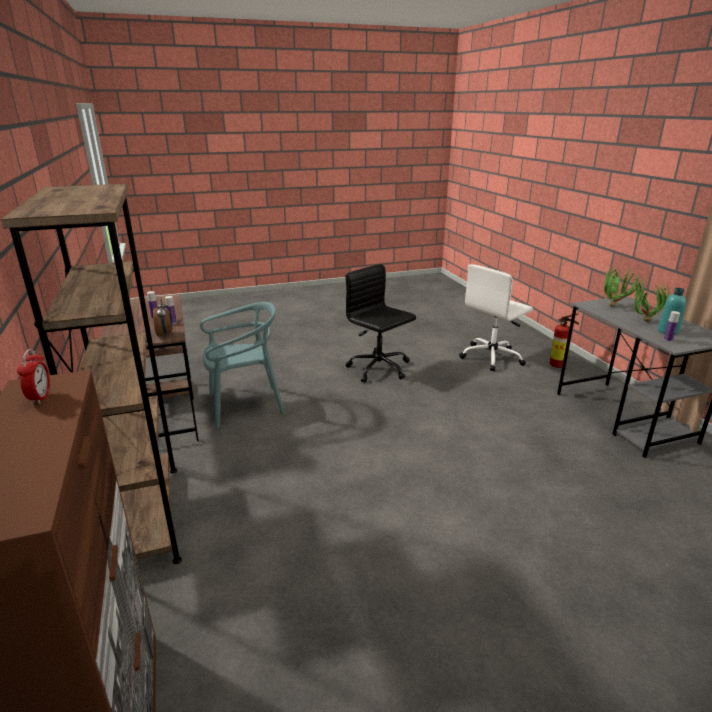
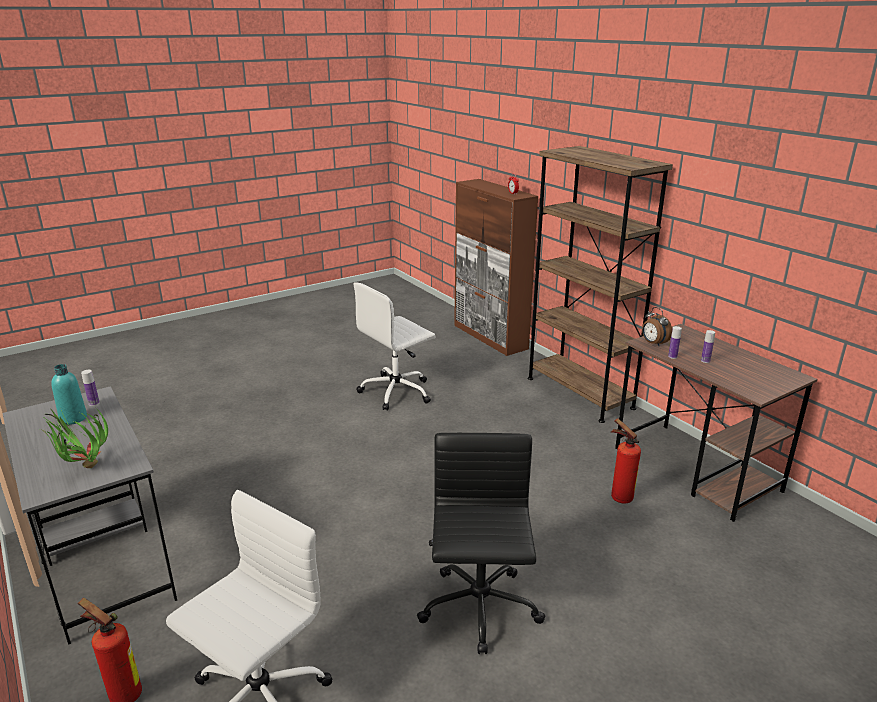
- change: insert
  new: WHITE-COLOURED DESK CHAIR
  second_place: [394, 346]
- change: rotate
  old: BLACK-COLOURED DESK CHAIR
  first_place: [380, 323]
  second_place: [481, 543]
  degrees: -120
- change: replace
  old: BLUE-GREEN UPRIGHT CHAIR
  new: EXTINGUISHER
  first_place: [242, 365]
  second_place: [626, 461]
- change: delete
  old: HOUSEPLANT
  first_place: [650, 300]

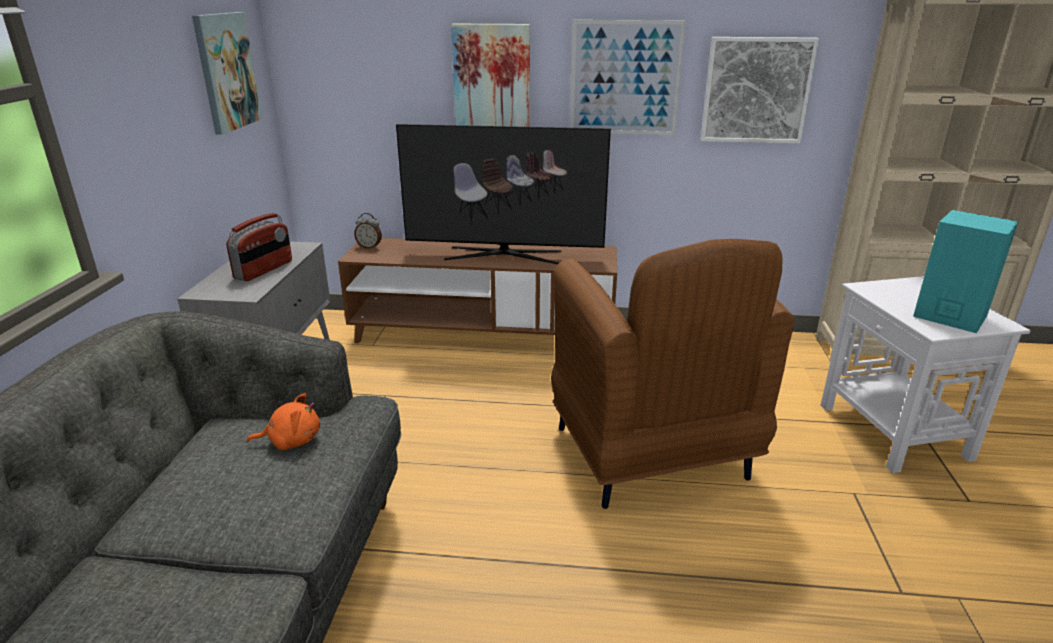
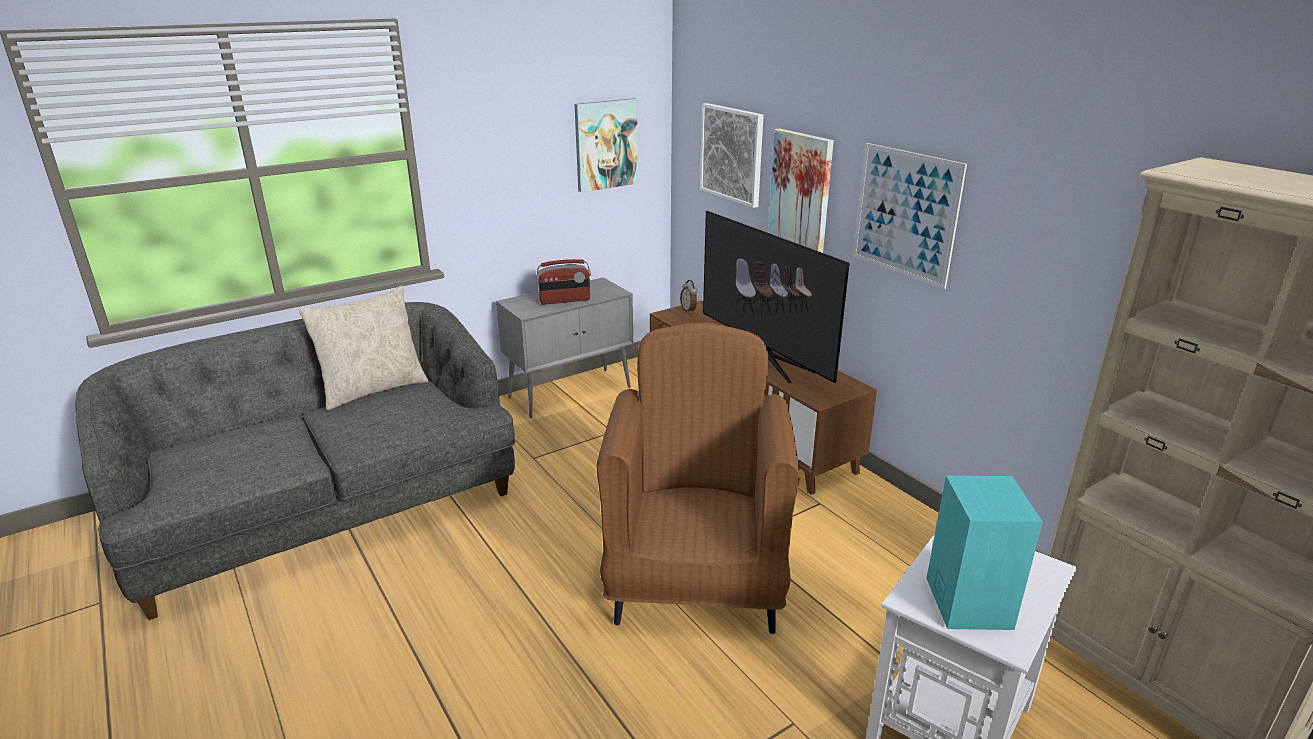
- change: insert
  new: BEIGE-COLOURED CUSHION
  second_place: [363, 348]
- change: rotate
  old: BROWNISH ARMCHAIR
  first_place: [672, 374]
  second_place: [698, 478]
  degrees: 150
- change: move
  old: PICTURE
  first_place: [759, 90]
  second_place: [732, 155]
- change: delete
  old: ORANGE-COLOURED SOFT TOY
  first_place: [283, 421]

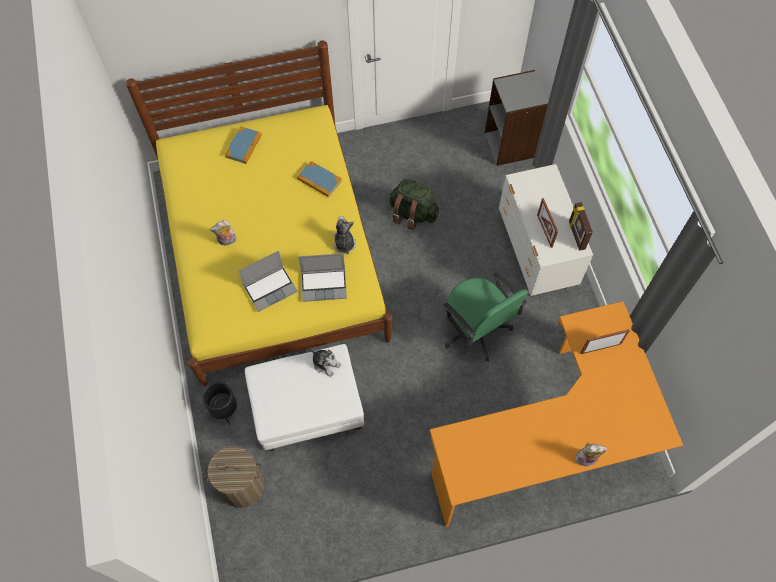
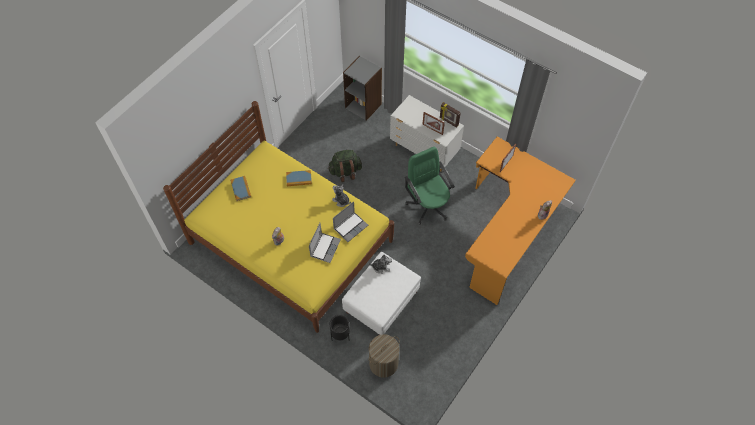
- change: rotate
  old: GREEN DESK CHAIR
  first_place: [485, 317]
  second_place: [430, 186]
  degrees: -135

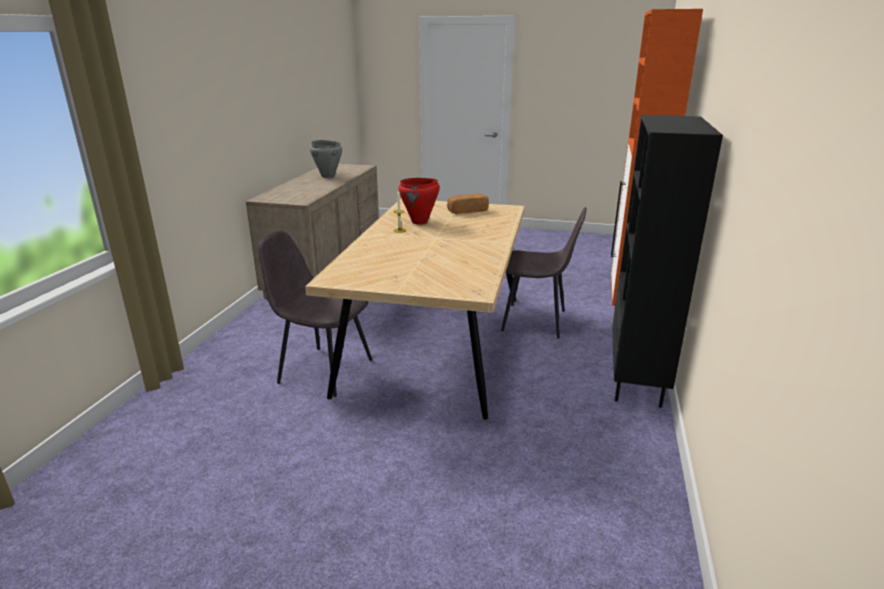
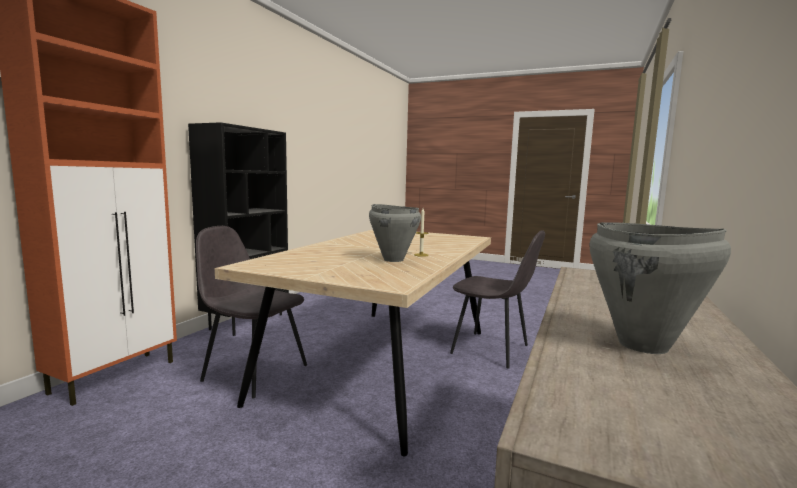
- change: recolor
  old: REDDISH COOKING POT
  new: GREYISH COOKING POT
  first_place: [419, 201]
  second_place: [395, 233]
- change: delete
  old: BAKERY BREAD
  first_place: [468, 204]

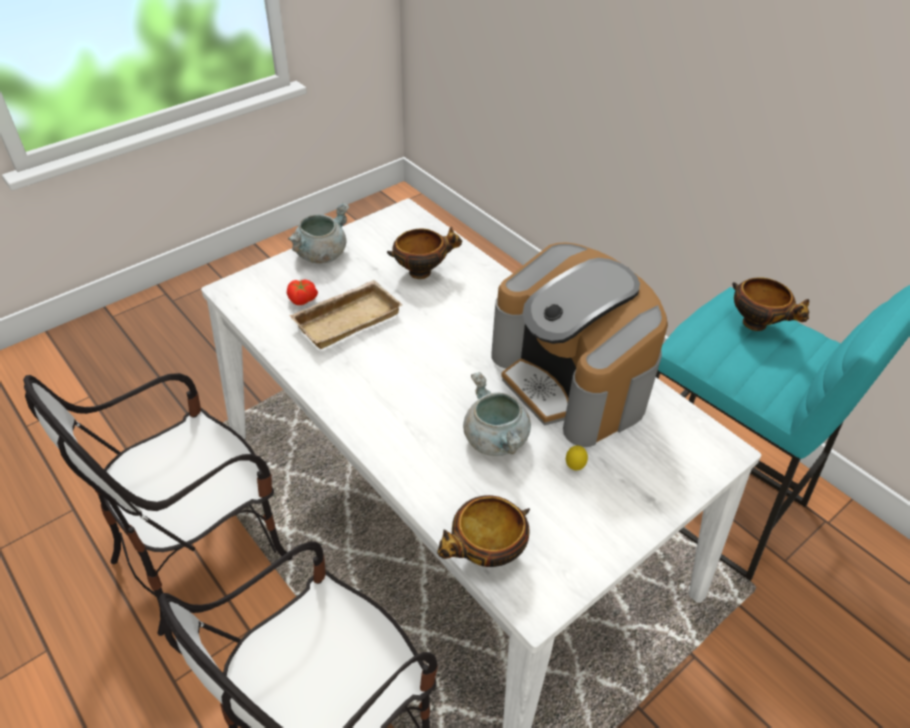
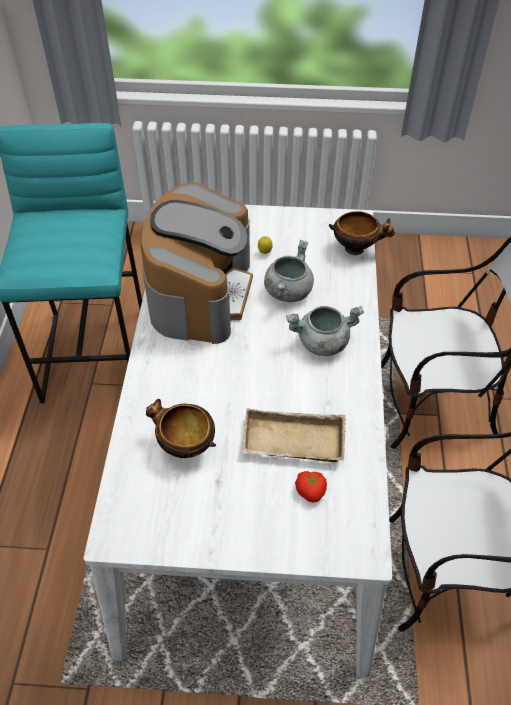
- change: move
  old: GREYISH COOKING POT
  first_place: [318, 233]
  second_place: [325, 331]
- change: delete
  old: BOWL
  first_place: [770, 304]

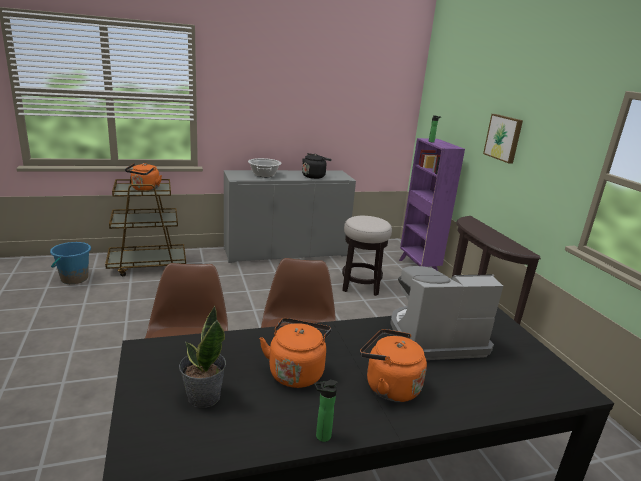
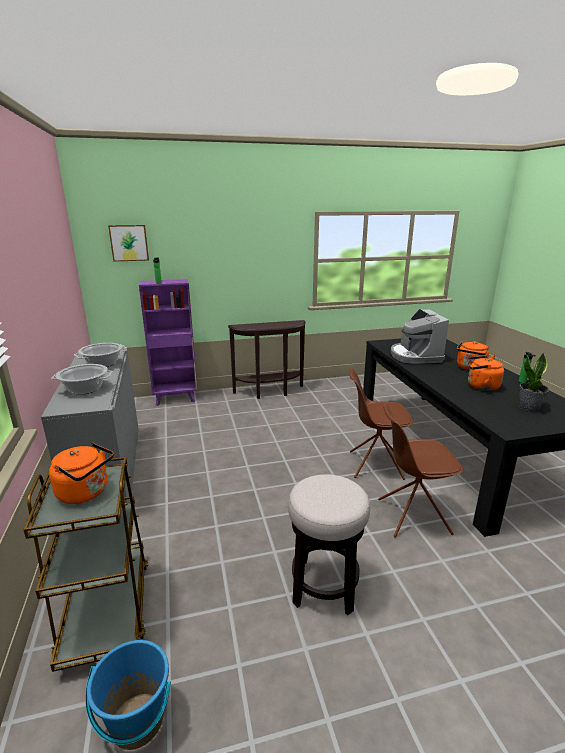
- change: replace
  old: BLACK-COLOURED KETTLE
  new: COOKING POT
  first_place: [317, 166]
  second_place: [100, 355]
- change: move
  old: PICTURE
  first_place: [503, 138]
  second_place: [128, 243]
- change: move
  old: SITTING STOOL
  first_place: [367, 256]
  second_place: [329, 544]

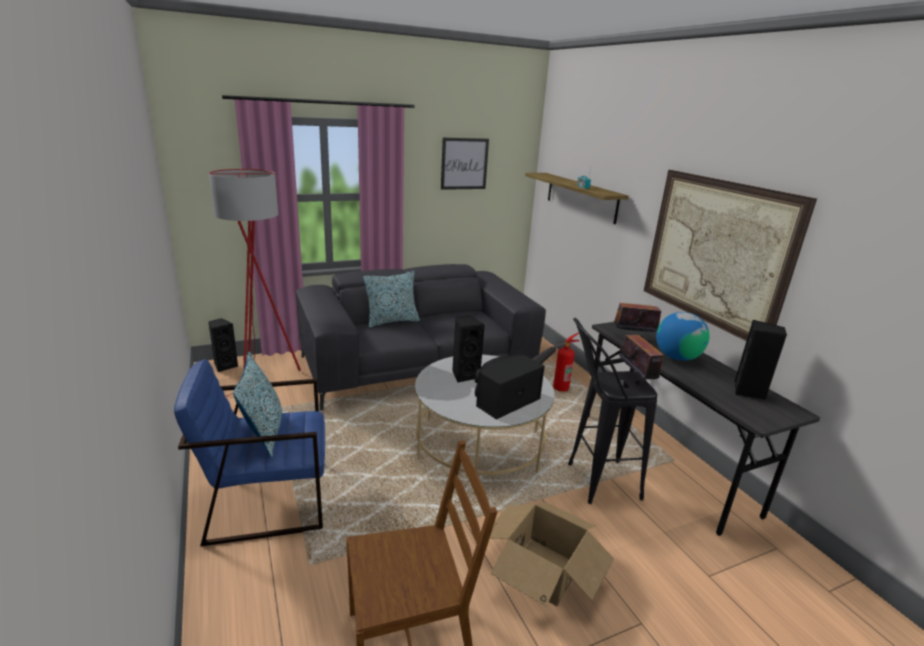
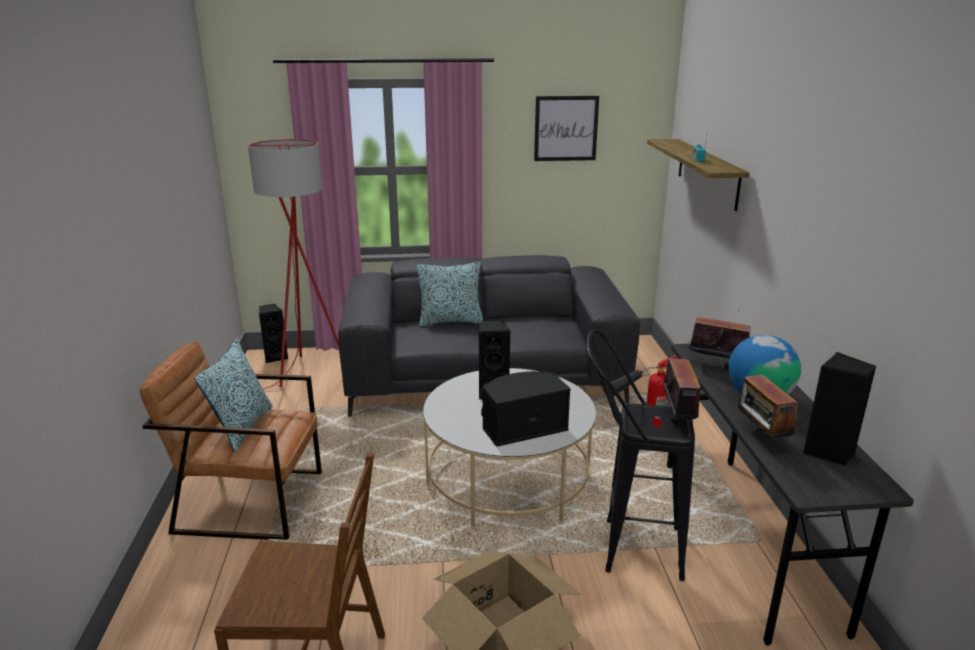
- change: recolor
  old: BLUE-COLOURED ARMCHAIR
  new: BROWNISH ARMCHAIR
  first_place: [249, 452]
  second_place: [231, 441]
- change: insert
  new: RADIO SET
  second_place: [768, 403]
- change: delete
  old: PICTURE
  first_place: [730, 255]

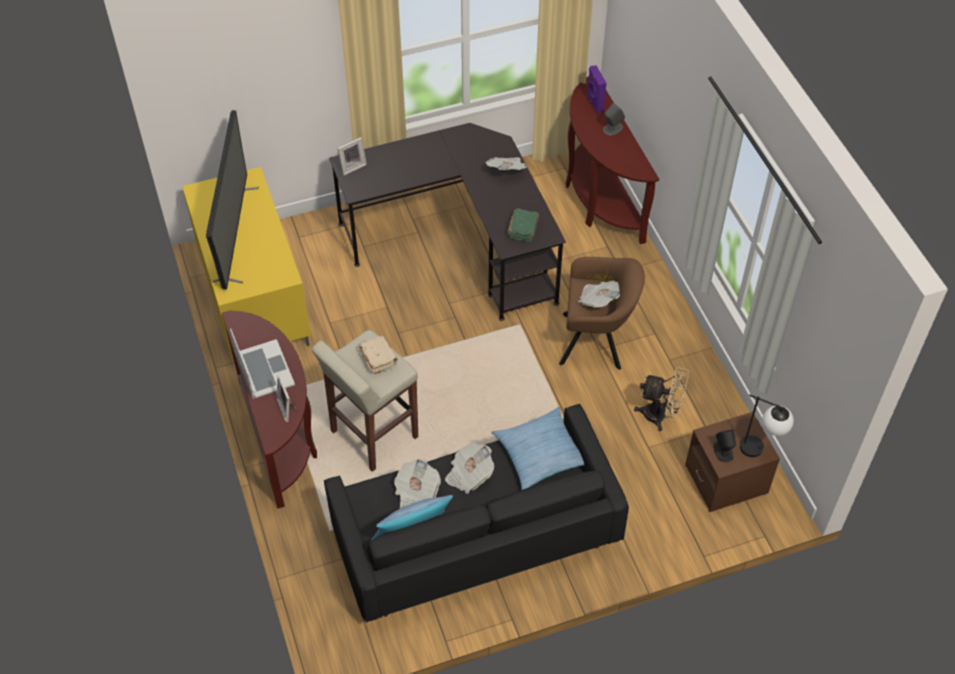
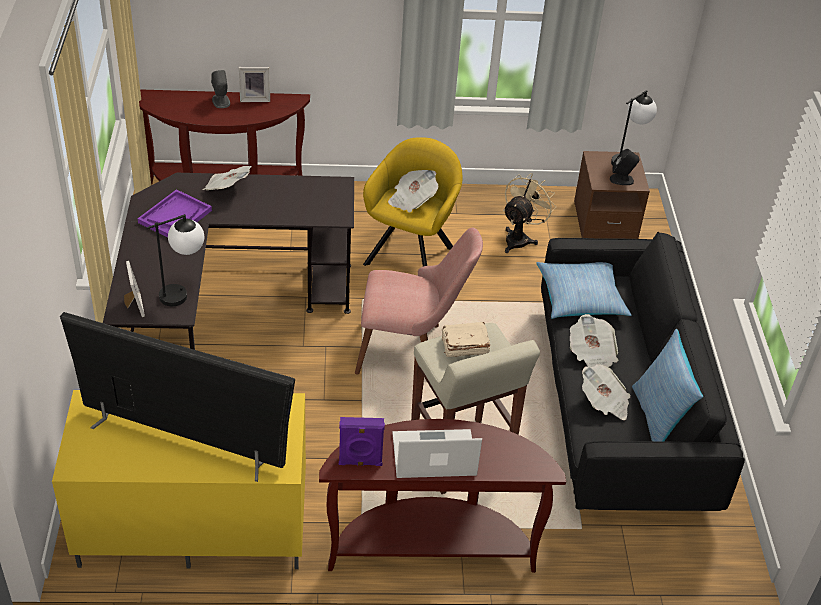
- change: insert
  new: PURPLE TRAY
  second_place: [175, 213]
- change: insert
  new: TABLETOP LAMP
  second_place: [175, 260]
- change: move
  old: STANDING FRAME
  first_place: [287, 398]
  second_place: [254, 84]
- change: move
  old: PURPLE SPEAKER
  first_place: [597, 89]
  second_place: [362, 441]
- change: insert
  new: PINKISH UPRIGHT CHAIR
  second_place: [419, 301]
- change: recolor
  old: BROWNISH ARMCHAIR
  new: YELLOWISH ARMCHAIR
  first_place: [602, 313]
  second_place: [413, 201]
- change: delete
  old: GREEN VOLUME
  first_place: [523, 225]

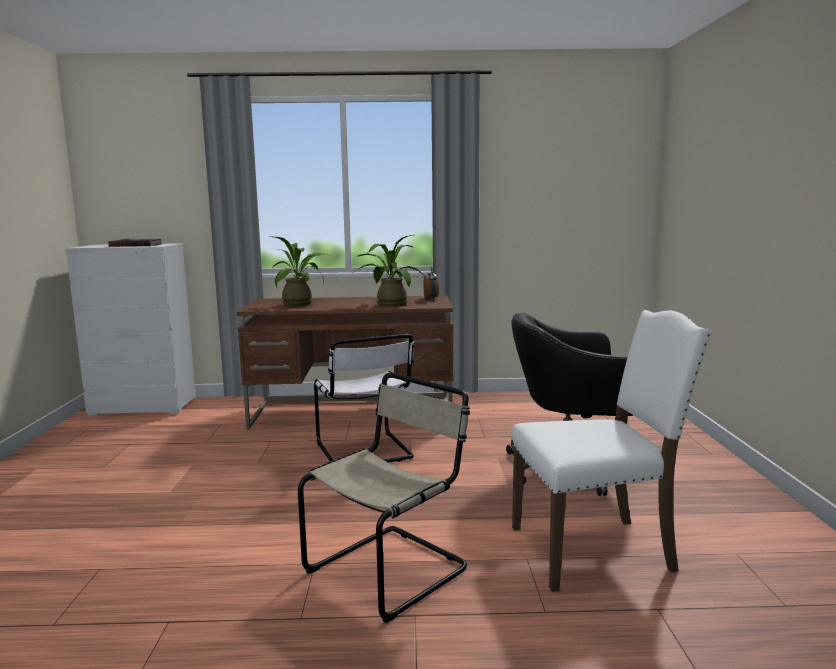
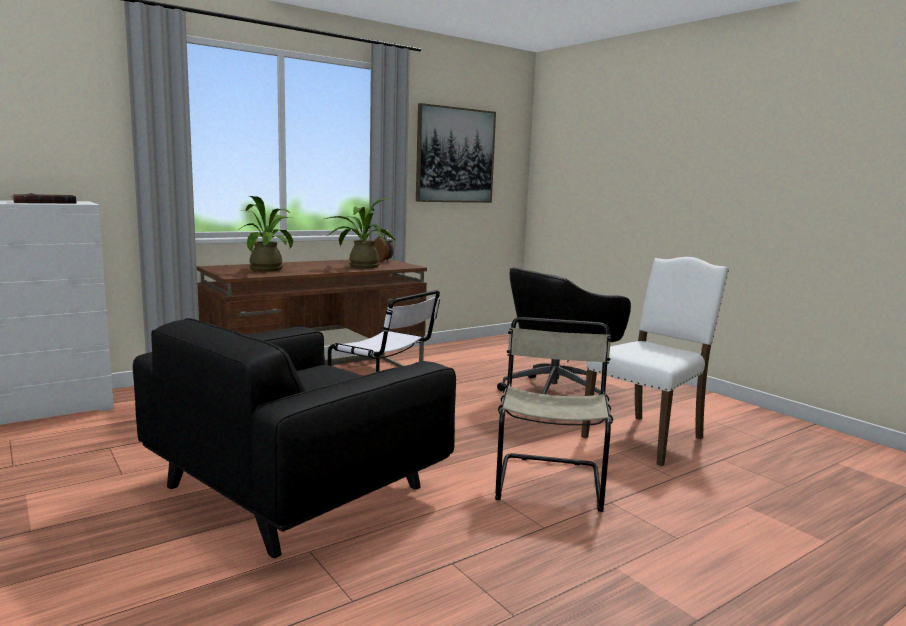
- change: insert
  new: BLACK-COLOURED ARMCHAIR
  second_place: [294, 438]
- change: insert
  new: PICTURE
  second_place: [456, 153]

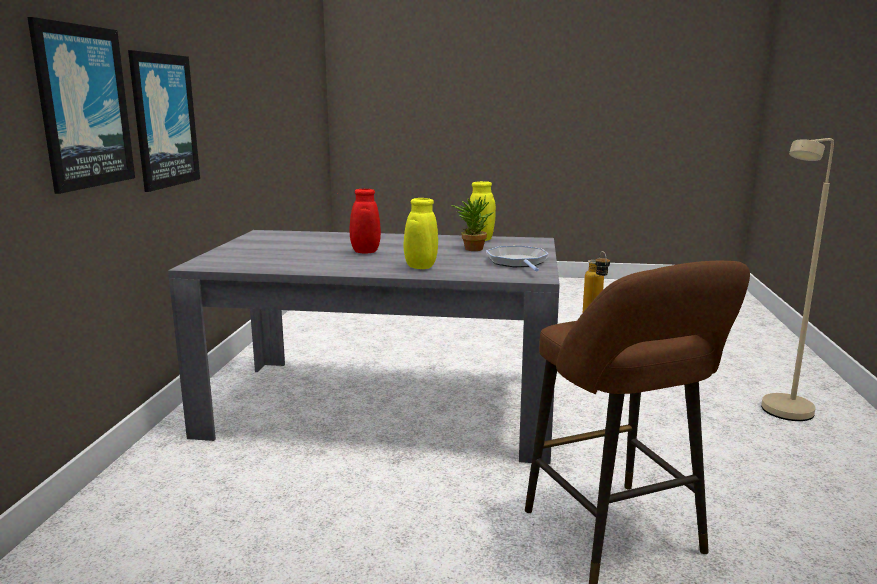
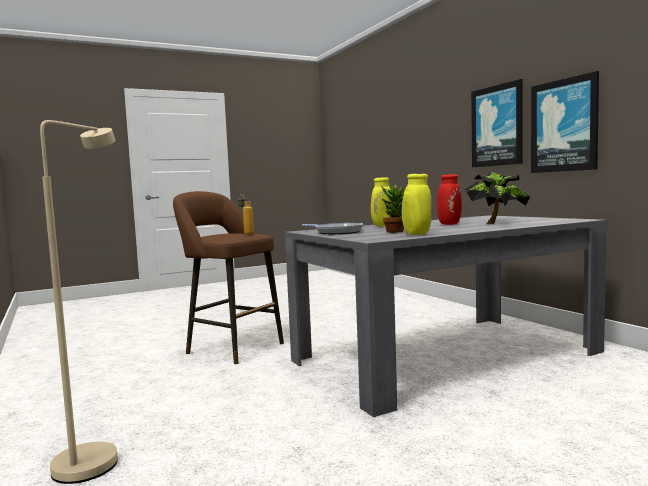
- change: insert
  new: HOUSEPLANT
  second_place: [497, 198]

